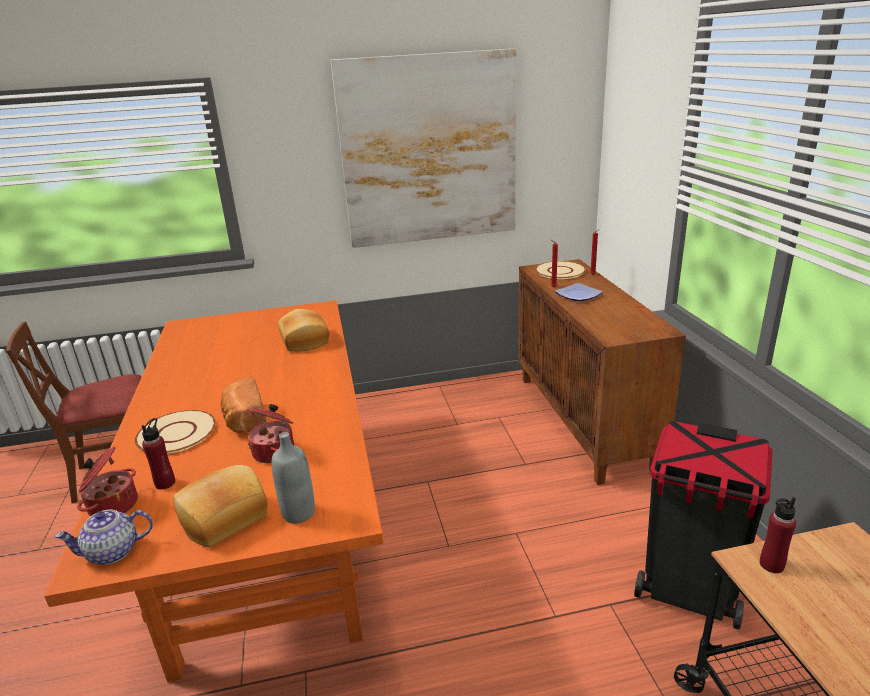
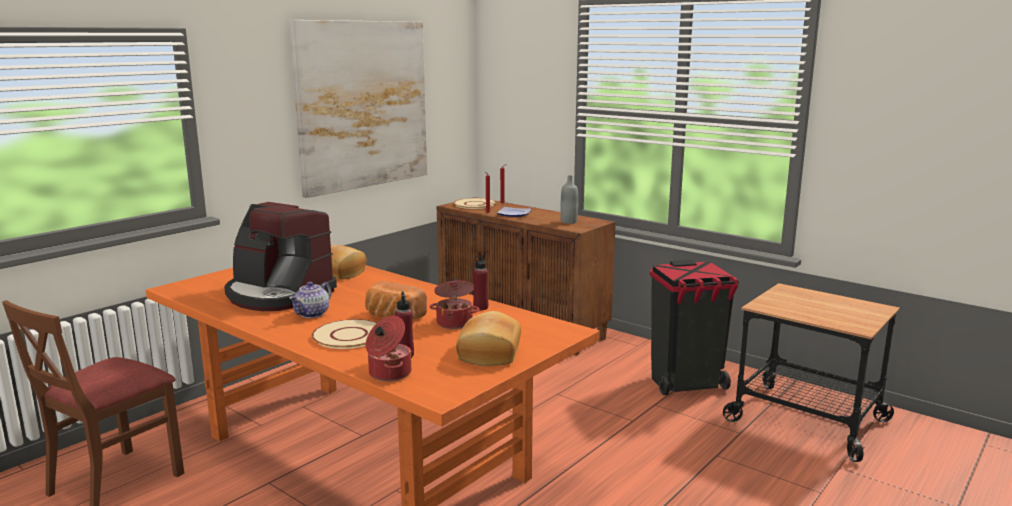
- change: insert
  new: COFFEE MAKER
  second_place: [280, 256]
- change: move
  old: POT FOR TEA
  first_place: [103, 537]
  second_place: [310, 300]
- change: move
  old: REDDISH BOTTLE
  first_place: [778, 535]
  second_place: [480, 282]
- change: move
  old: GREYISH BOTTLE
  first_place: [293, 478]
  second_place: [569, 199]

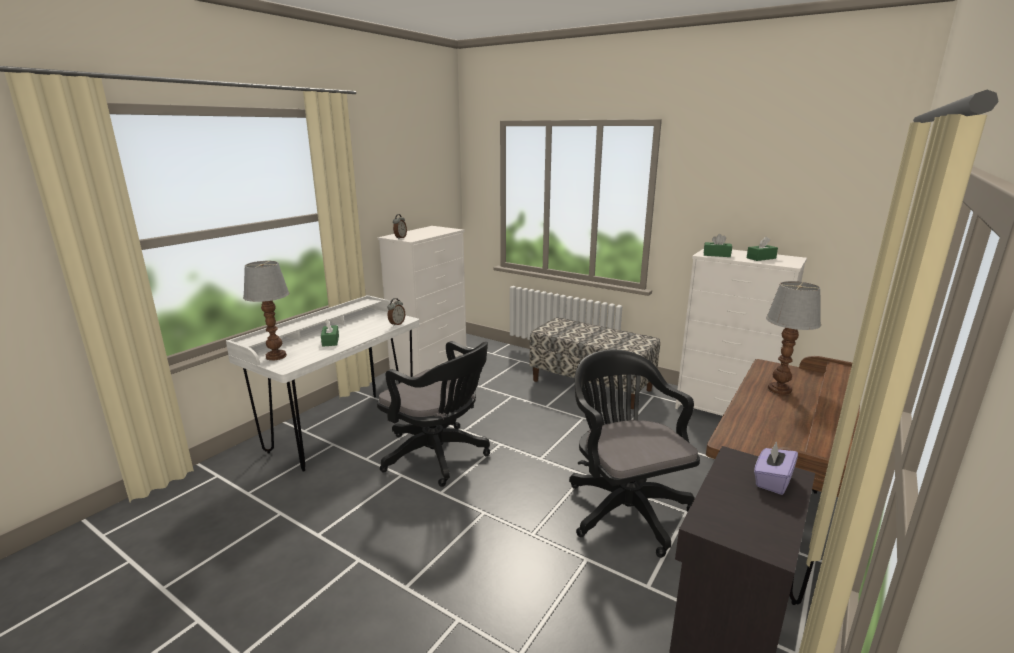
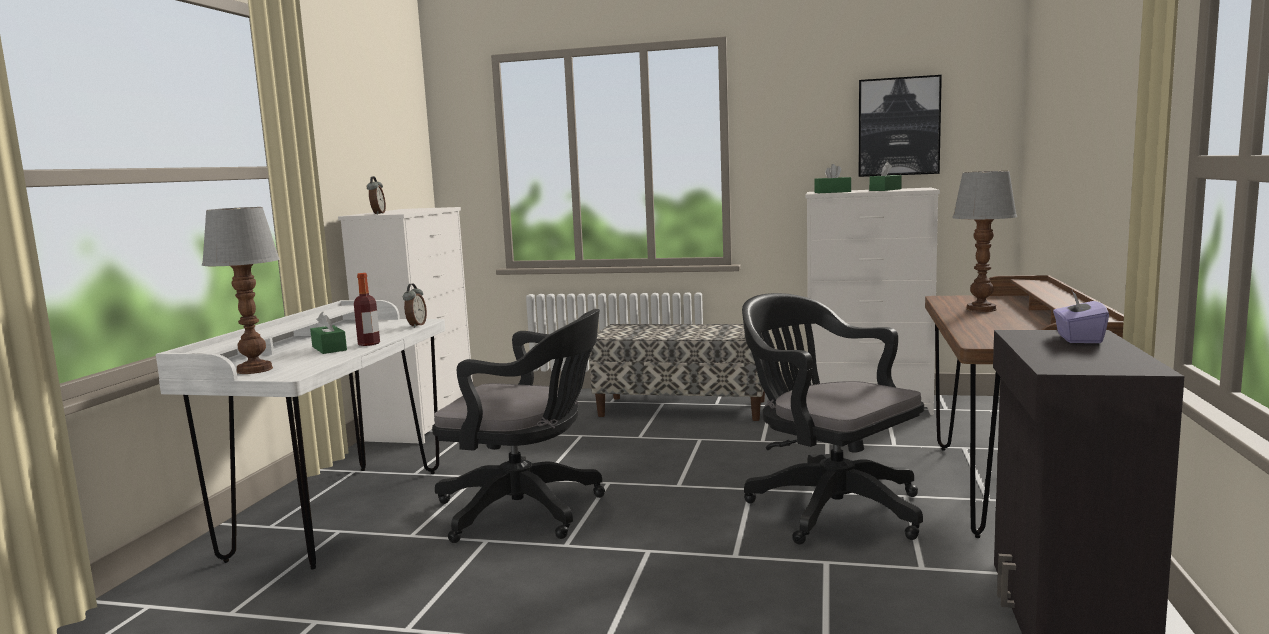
- change: insert
  new: BOTTLE
  second_place: [367, 309]
- change: insert
  new: PICTURE
  second_place: [900, 126]

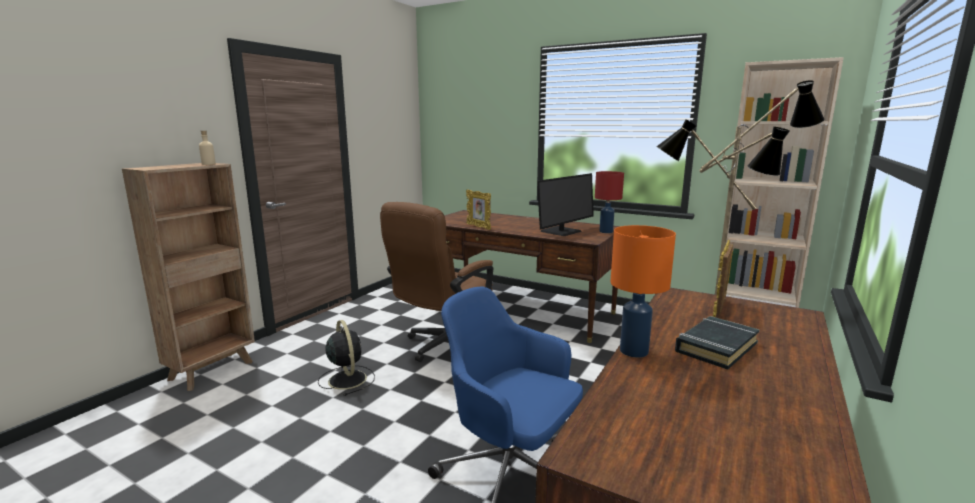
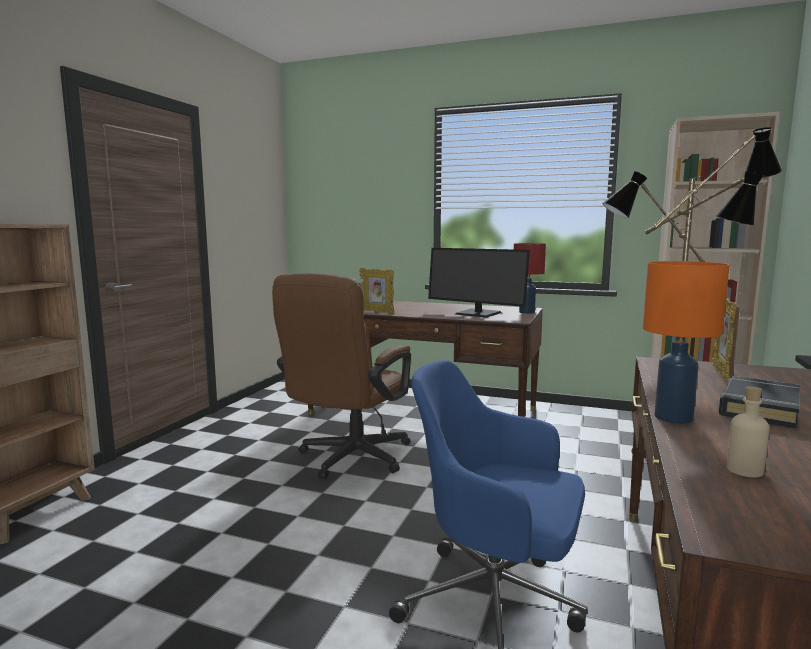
- change: rotate
  old: MONITOR
  first_place: [565, 204]
  second_place: [479, 283]
  degrees: 90
- change: move
  old: BEIGE-COLOURED BOTTLE
  first_place: [207, 148]
  second_place: [748, 431]
- change: delete
  old: BLACK-COLOURED ELECTRIC FAN
  first_place: [346, 358]

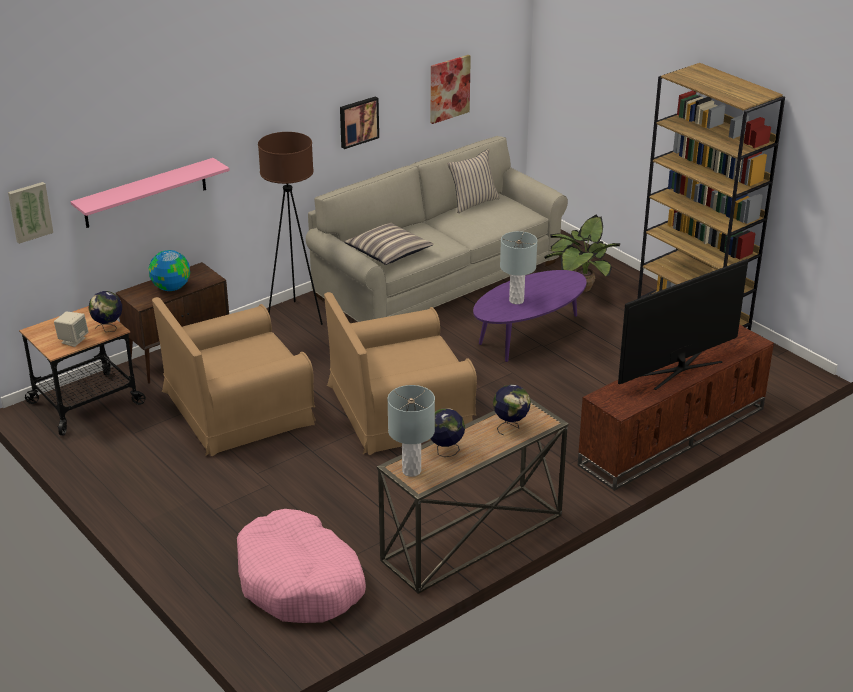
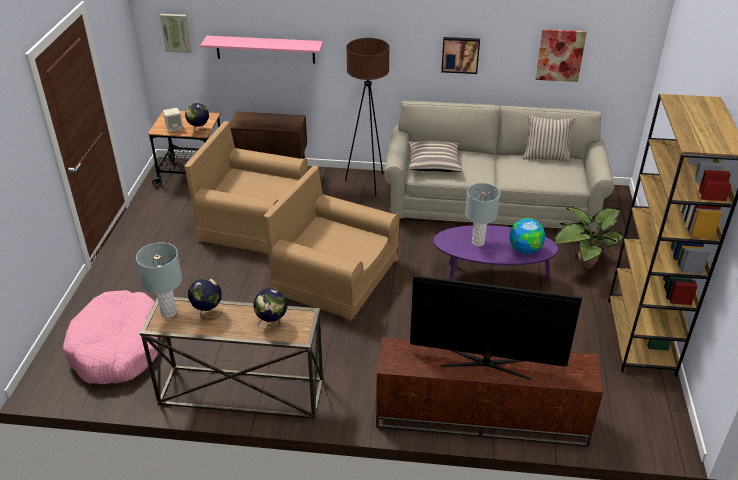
- change: move
  old: GLOBE
  first_place: [169, 270]
  second_place: [527, 236]

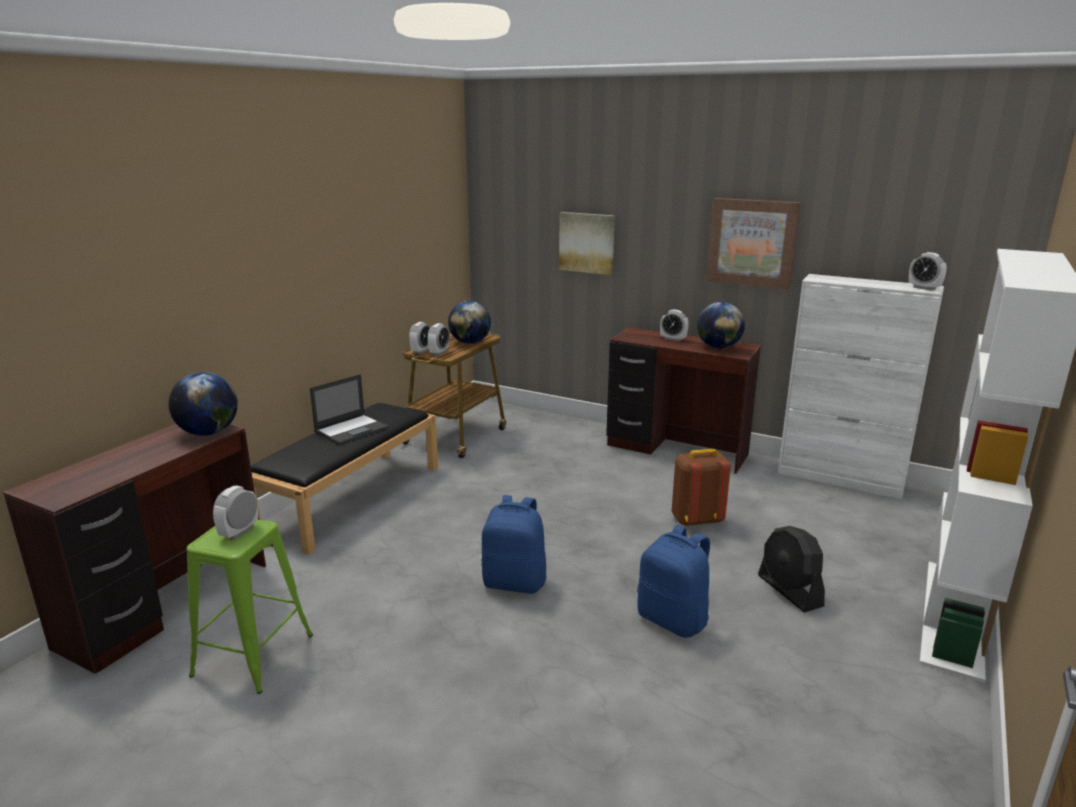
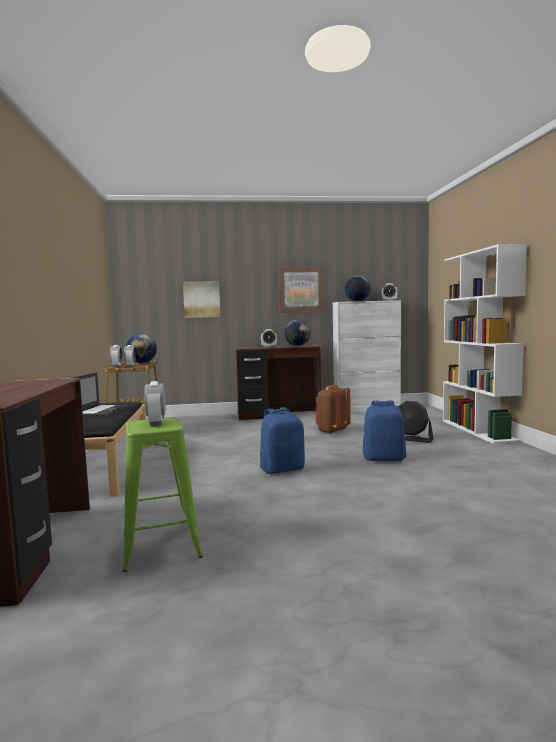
- change: move
  old: GLOBE
  first_place: [203, 404]
  second_place: [358, 288]

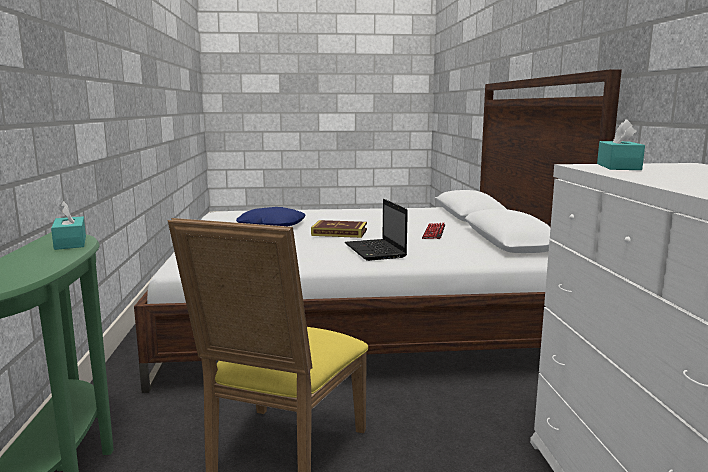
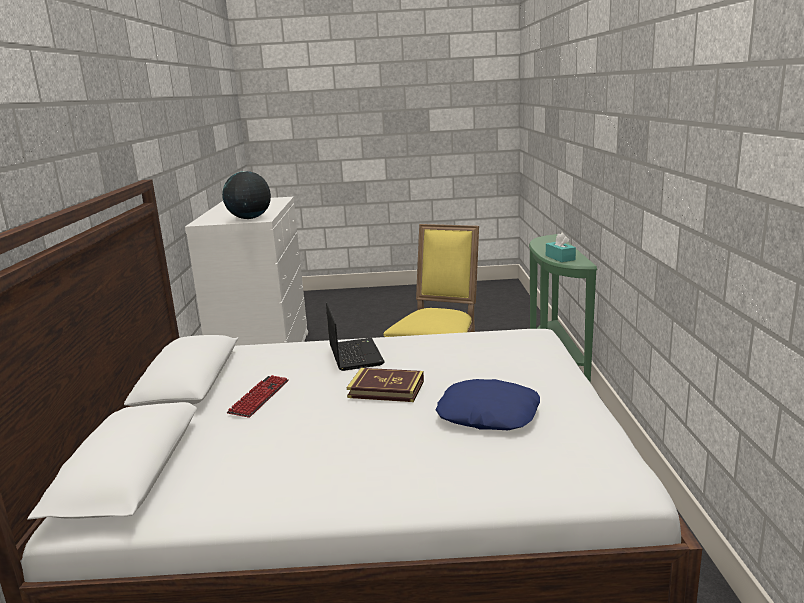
- change: replace
  old: BLUE-GREEN BOX OF TISSUES
  new: GLOBE
  first_place: [621, 144]
  second_place: [246, 195]

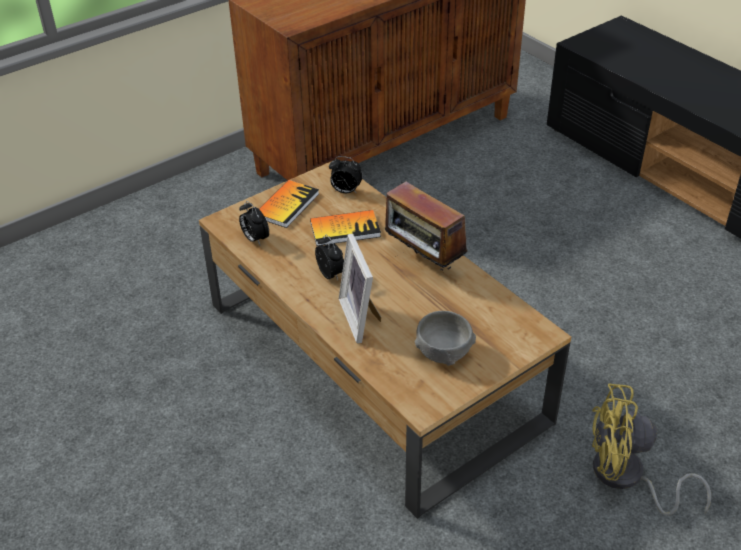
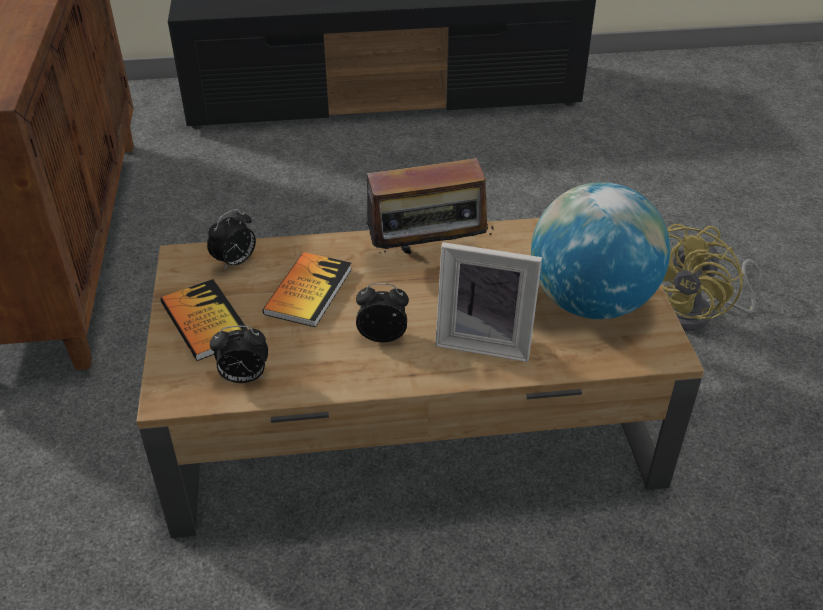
- change: replace
  old: GREYISH BOWL
  new: GLOBE
  first_place: [445, 338]
  second_place: [600, 250]

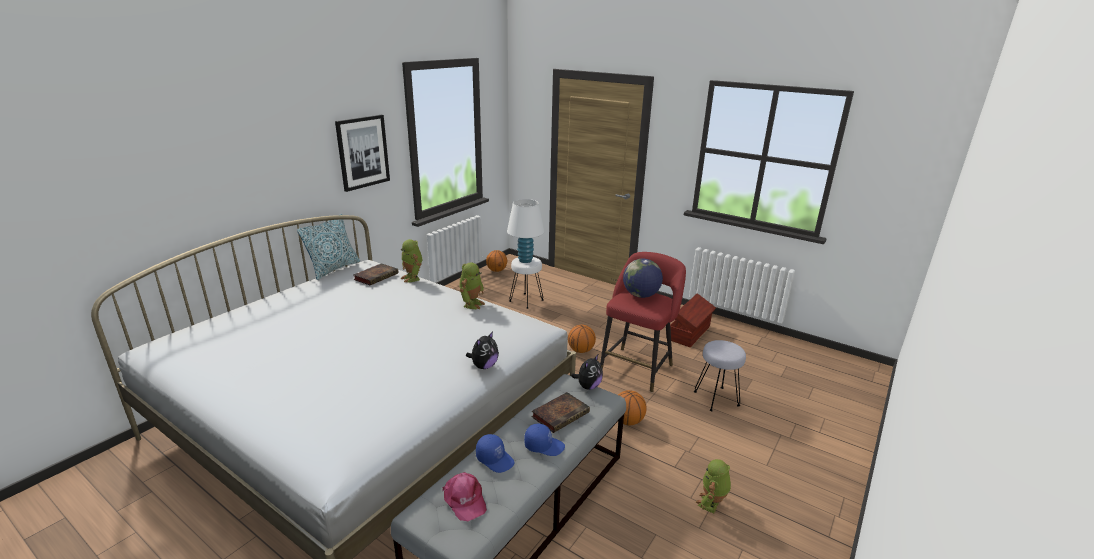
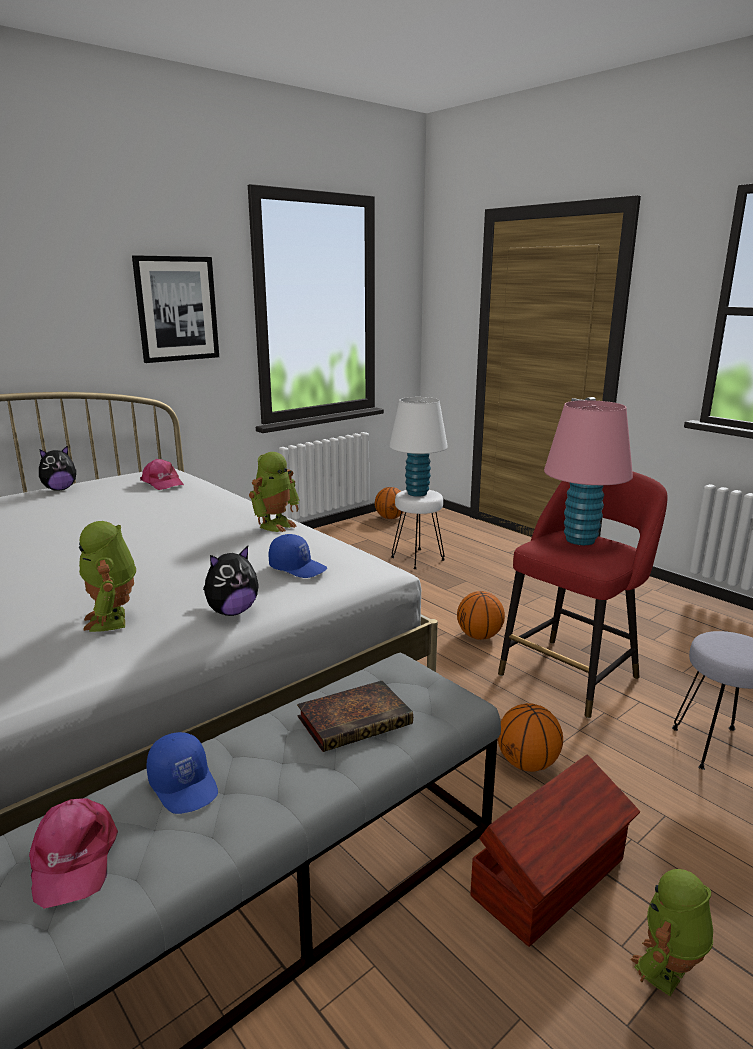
- change: move
  old: SOFT TOY
  first_place: [587, 372]
  second_place: [58, 468]
- change: move
  old: ROBOT FIGURE
  first_place: [411, 261]
  second_place: [107, 576]
- change: replace
  old: VOLUME
  new: PINKISH CAP
  first_place: [375, 274]
  second_place: [162, 474]
- change: move
  old: BLUE-COLOURED CAP
  first_place: [544, 439]
  second_place: [297, 556]
- change: move
  old: BROWNISH STORAGE BOX
  first_place: [693, 320]
  second_place: [555, 851]
- change: replace
  old: GLOBE
  new: PINKISH TABLETOP LAMP
  first_place: [643, 278]
  second_place: [588, 472]
- change: delete
  old: CUSHION
  first_place: [328, 247]

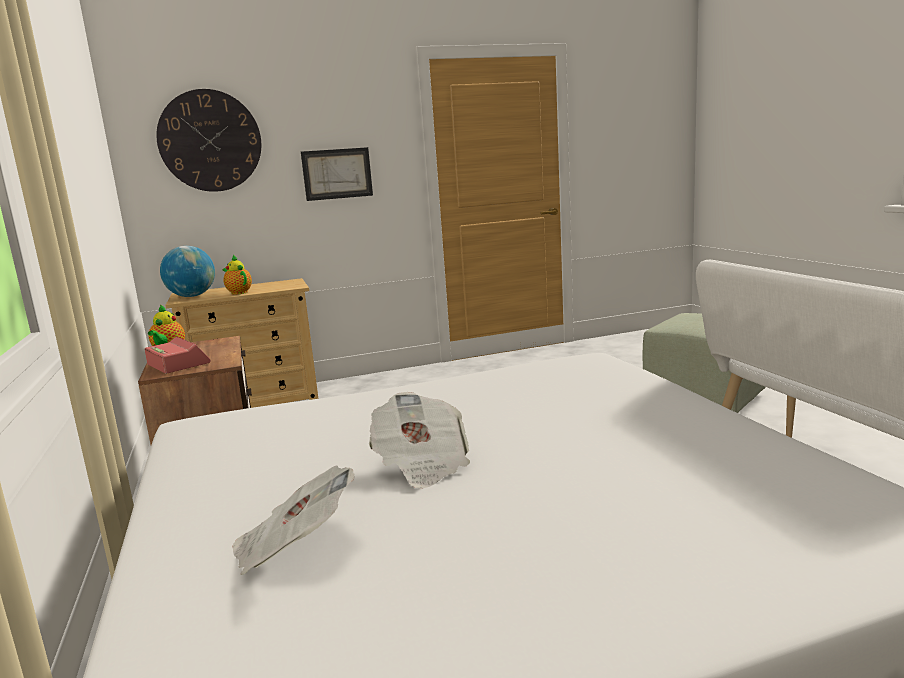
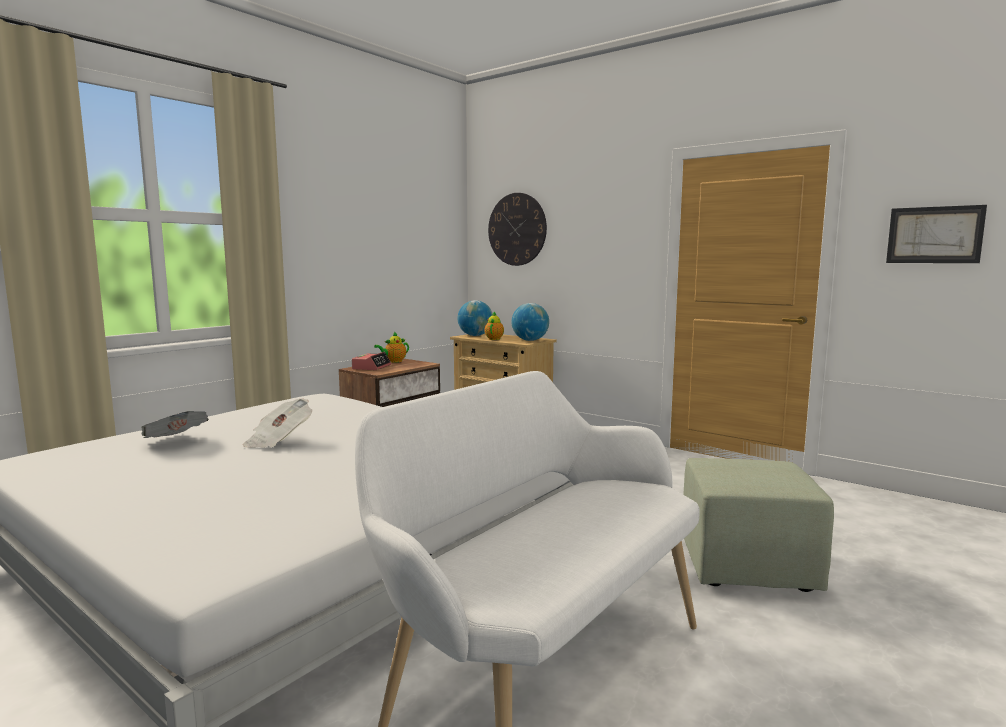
- change: insert
  new: GLOBE
  second_place: [530, 322]
- change: move
  old: PICTURE
  first_place: [337, 174]
  second_place: [936, 234]

